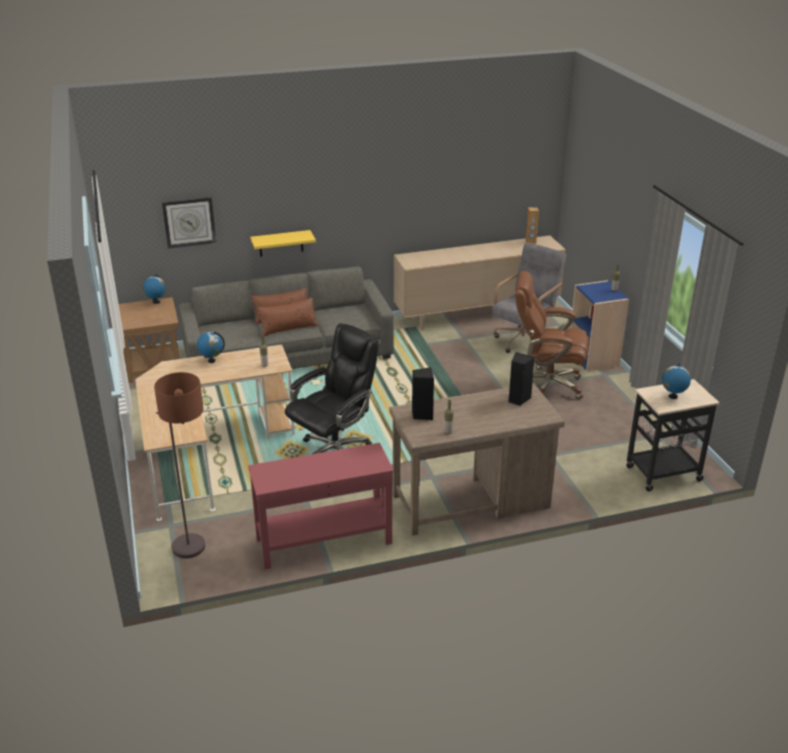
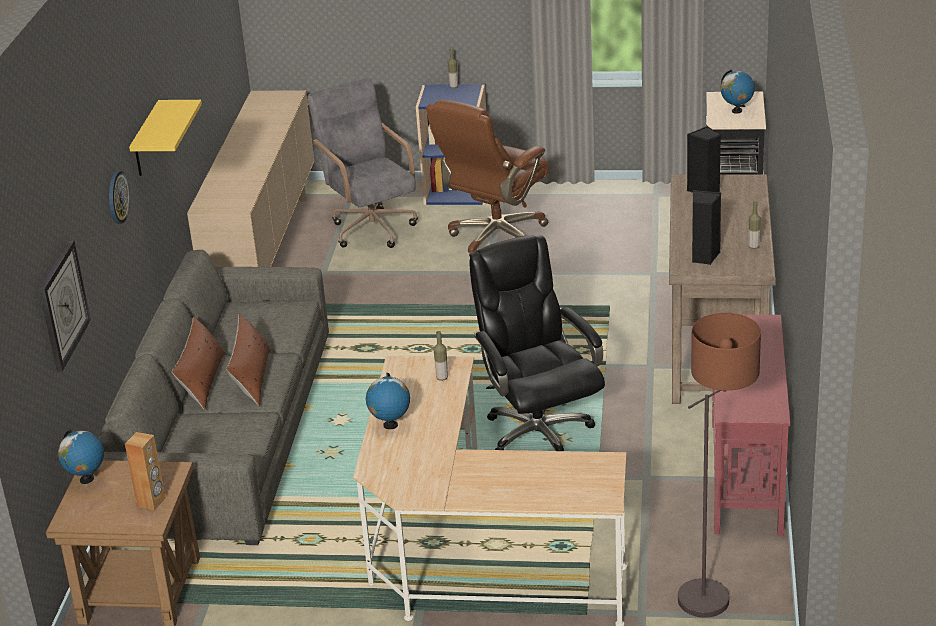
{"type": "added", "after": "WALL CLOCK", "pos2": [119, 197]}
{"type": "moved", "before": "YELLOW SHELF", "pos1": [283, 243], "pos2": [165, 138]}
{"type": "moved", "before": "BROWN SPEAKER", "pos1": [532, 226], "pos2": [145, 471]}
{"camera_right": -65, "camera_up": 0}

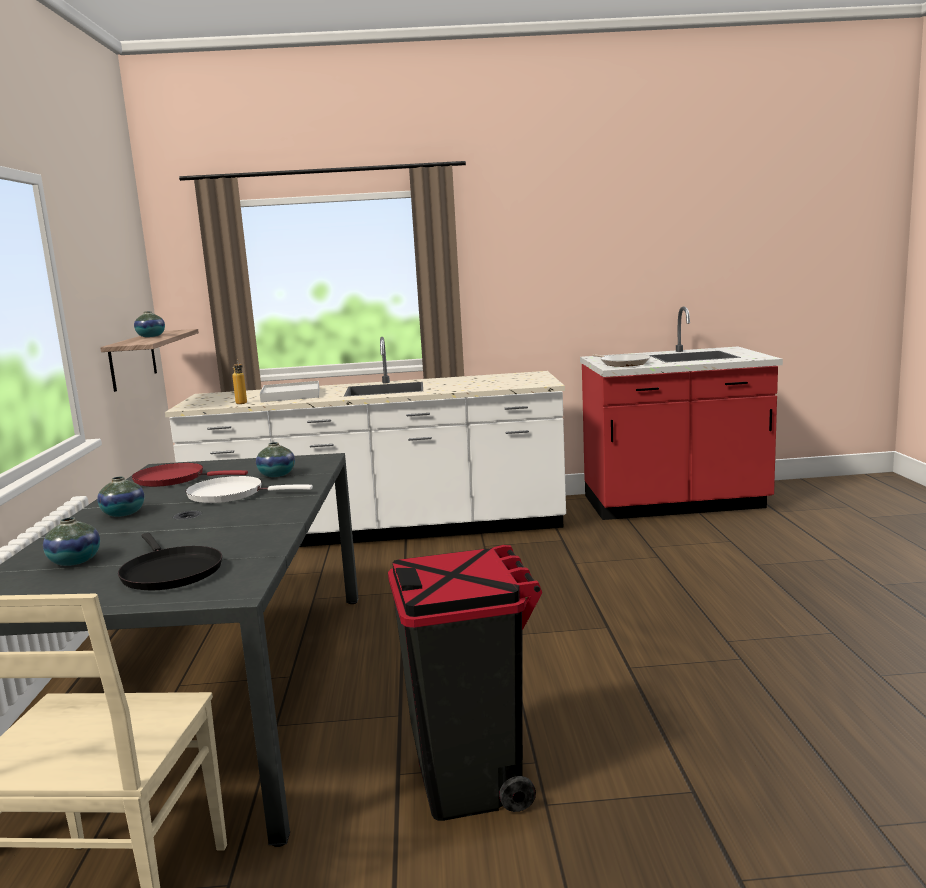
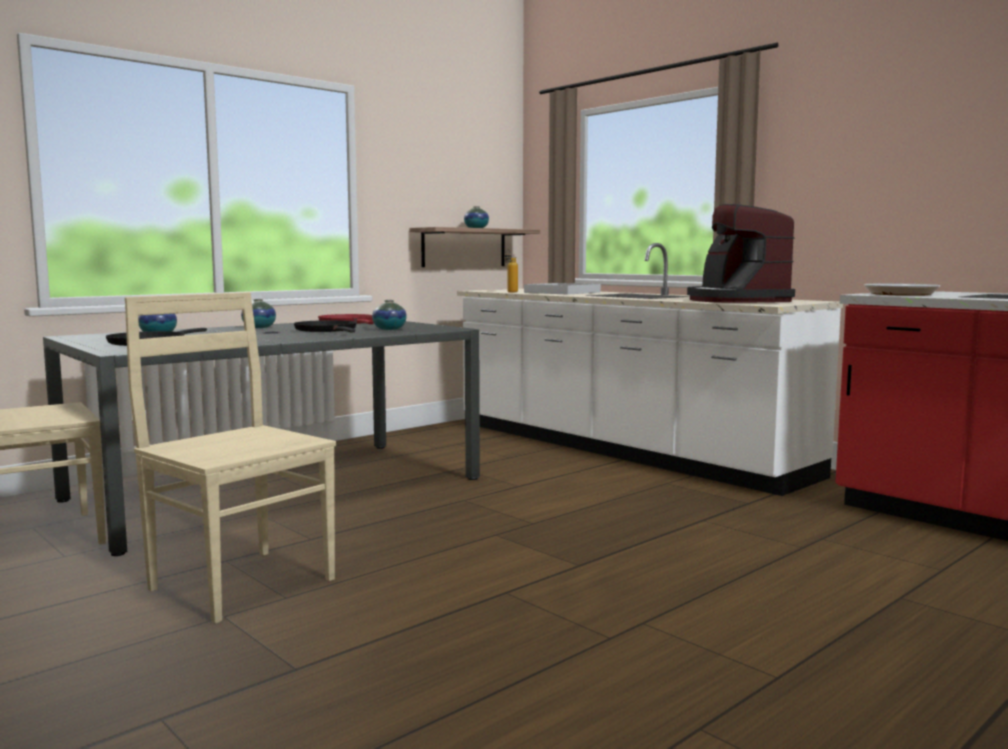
{"type": "added", "after": "COFFEE MACHINE", "pos2": [741, 253]}
{"type": "replaced", "before": "BLACK TRASH CAN", "after": "BEIGE CHAIR", "pos1": [465, 683], "pos2": [230, 458]}
{"type": "recoloured", "before": "WHITE FRYING PAN", "after": "BLACK FRYING PAN", "pos1": [249, 489], "pos2": [325, 326]}
{"camera_right": 50, "camera_up": -5}

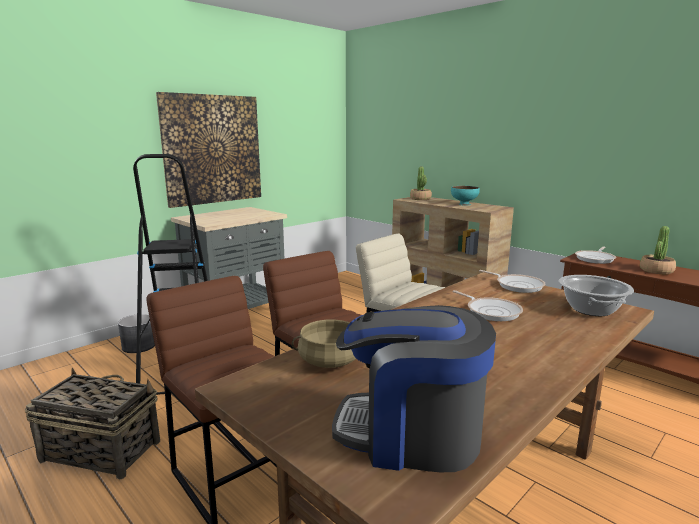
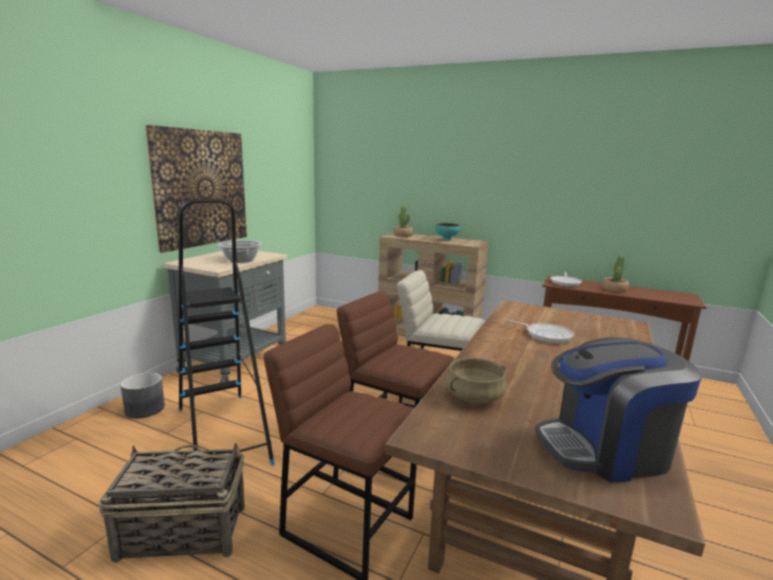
{"type": "removed", "before": "FRYING PAN", "pos1": [512, 281]}
{"type": "moved", "before": "COOKING POT", "pos1": [596, 295], "pos2": [240, 251]}
{"camera_right": -20, "camera_up": 0}

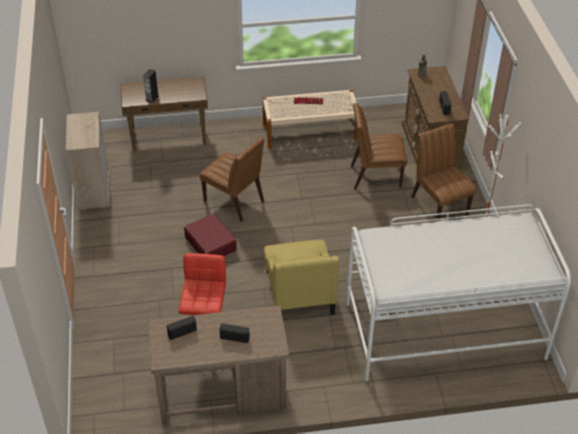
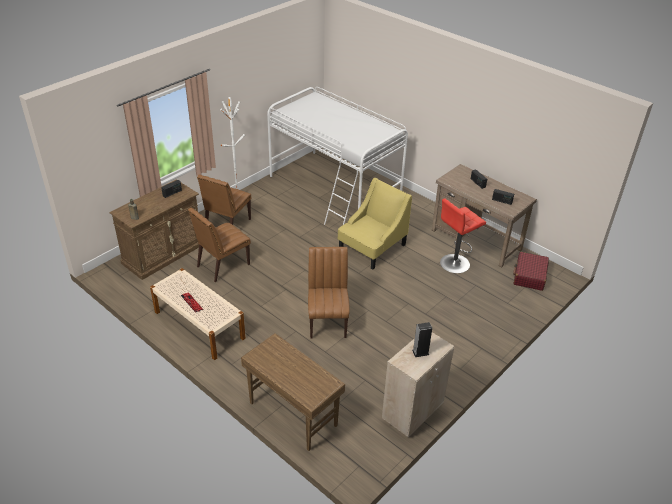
{"type": "moved", "before": "SPEAKER", "pos1": [151, 86], "pos2": [422, 339]}
{"type": "moved", "before": "RED SUITCASE", "pos1": [210, 235], "pos2": [531, 271]}
{"type": "turned", "before": "BROWN CHAIR", "pos1": [379, 146], "pos2": [219, 245], "turn": 90}
{"camera_right": -130, "camera_up": -5}

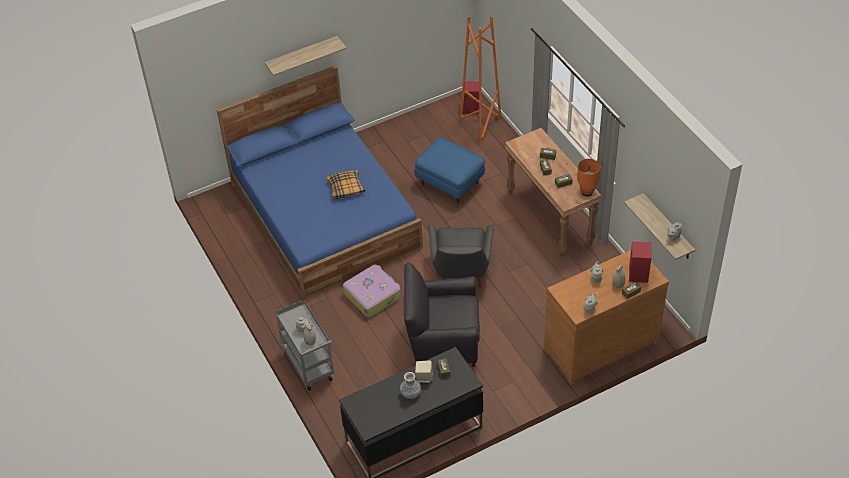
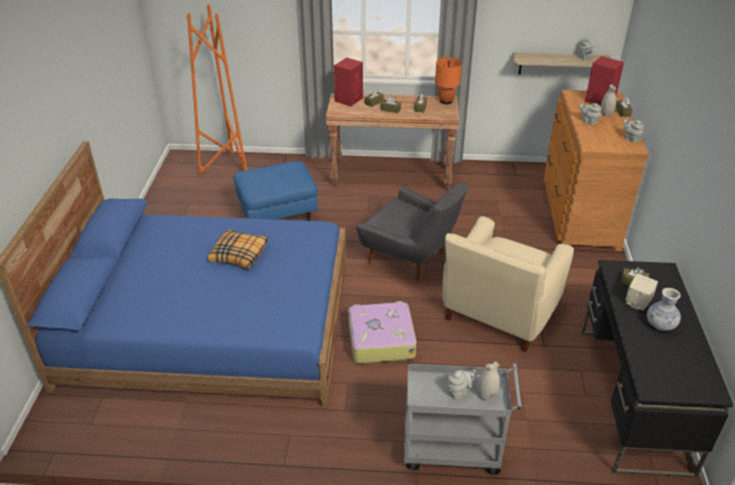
{"type": "removed", "before": "SHELF", "pos1": [306, 56]}
{"type": "moved", "before": "RED SPEAKER", "pos1": [471, 97], "pos2": [348, 82]}
{"type": "recoloured", "before": "BLACK ARMCHAIR", "after": "BEIGE ARMCHAIR", "pos1": [442, 315], "pos2": [508, 284]}
{"camera_right": -60, "camera_up": -10}

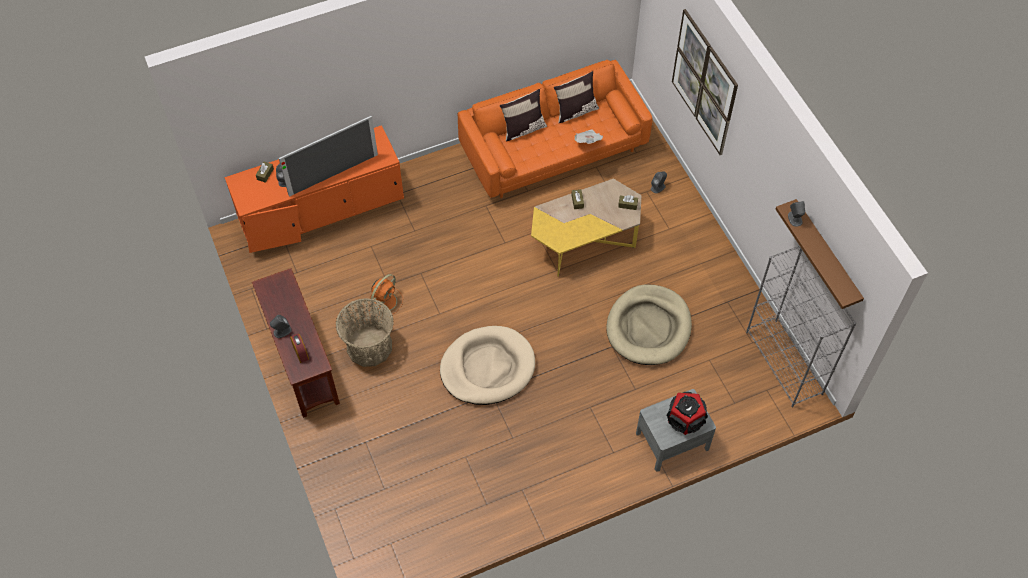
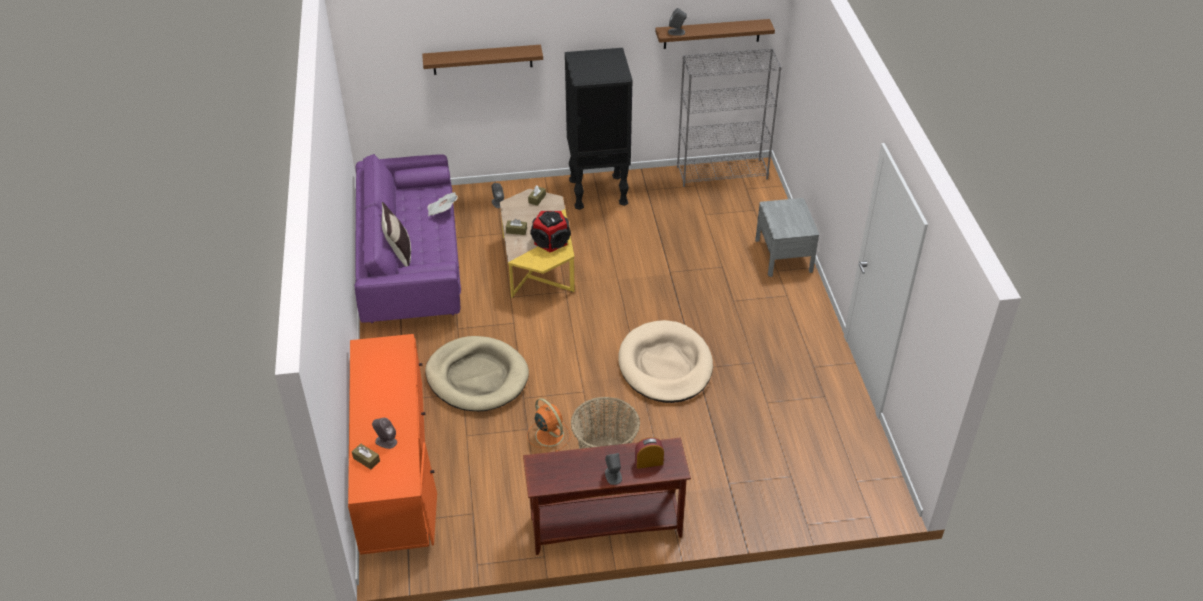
{"type": "removed", "before": "TELEVISION", "pos1": [328, 156]}
{"type": "removed", "before": "PILLOW", "pos1": [576, 97]}
{"type": "added", "after": "BLACK CABINET", "pos2": [598, 129]}
{"type": "moved", "before": "BEIGE DOG BED", "pos1": [649, 324], "pos2": [477, 373]}
{"type": "moved", "before": "SPEAKER", "pos1": [687, 413], "pos2": [550, 231]}
{"type": "replaced", "before": "PICTURE", "after": "BROWN SHELF", "pos1": [705, 82], "pos2": [482, 60]}
{"type": "recoloured", "before": "ORANGE SOFA", "after": "PURPLE SOFA", "pos1": [555, 129], "pos2": [408, 238]}
{"camera_right": -75, "camera_up": -15}

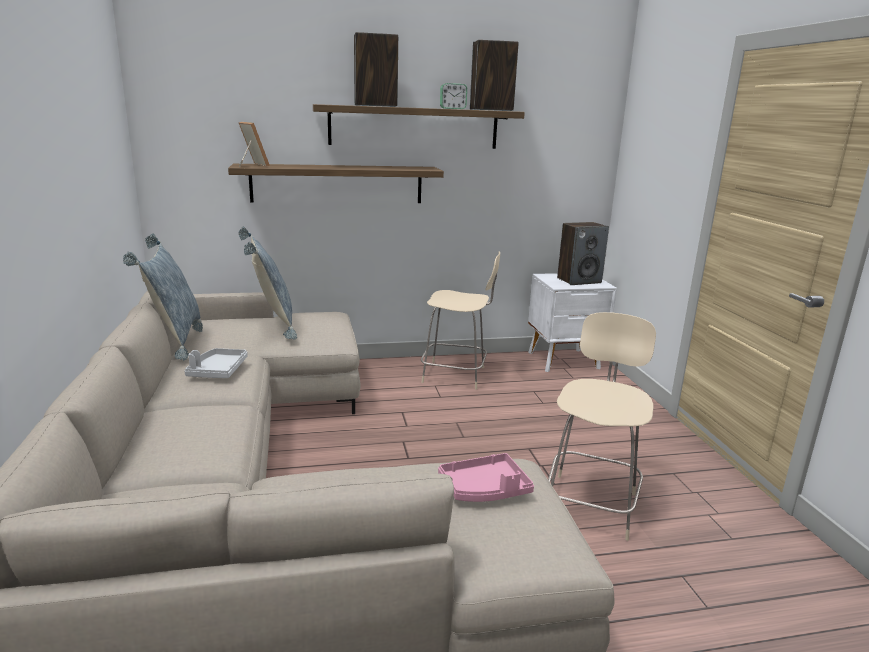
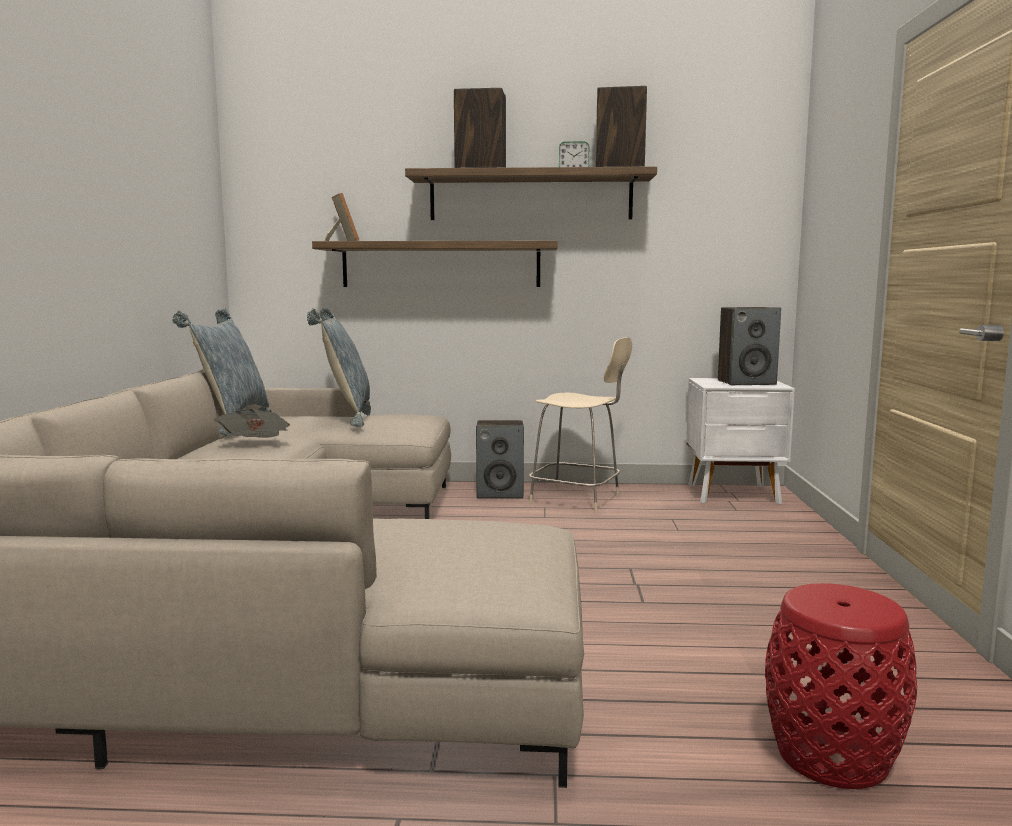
{"type": "removed", "before": "PINK TRAY", "pos1": [486, 477]}
{"type": "removed", "before": "BEIGE STOOL", "pos1": [602, 426]}
{"type": "added", "after": "SPEAKER", "pos2": [500, 459]}
{"type": "added", "after": "RED STOOL", "pos2": [841, 686]}
{"type": "replaced", "before": "GREY TRAY", "after": "NEWSPAPER", "pos1": [216, 363], "pos2": [252, 423]}
{"camera_right": 15, "camera_up": -10}

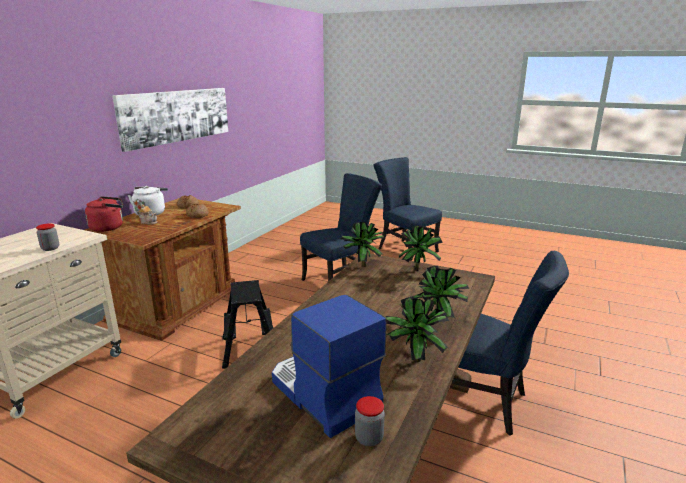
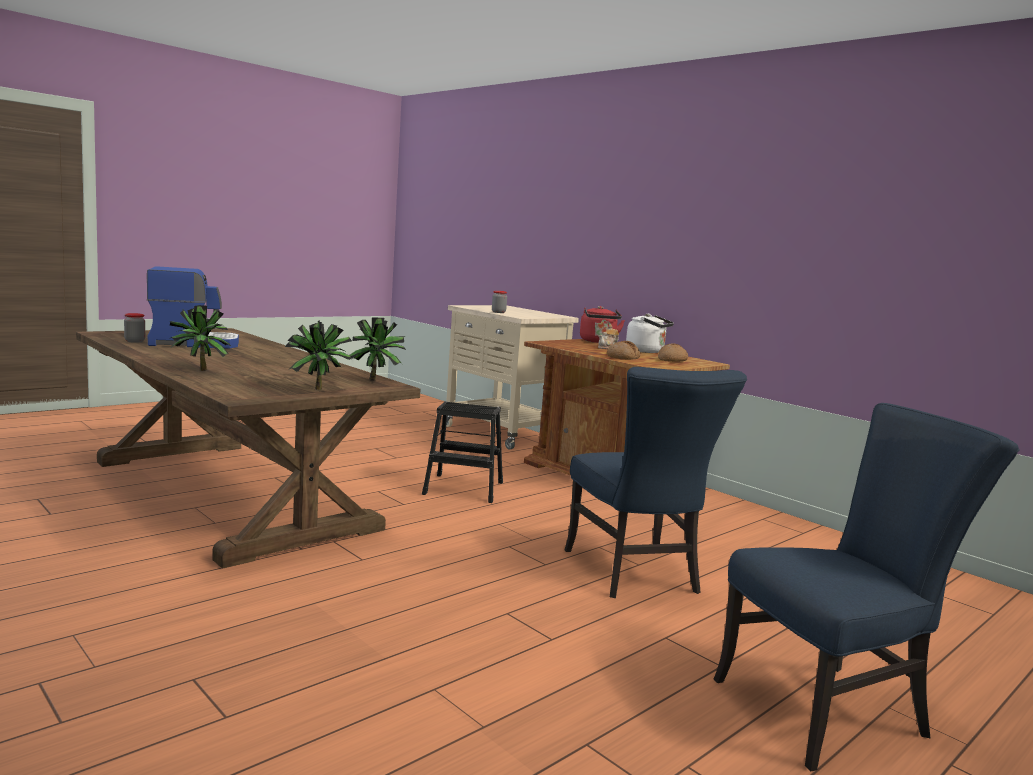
{"type": "removed", "before": "PICTURE", "pos1": [170, 120]}
{"type": "removed", "before": "POTTED PLANT", "pos1": [417, 329]}
{"type": "removed", "before": "BLUE CHAIR", "pos1": [510, 343]}
{"camera_right": 110, "camera_up": -10}

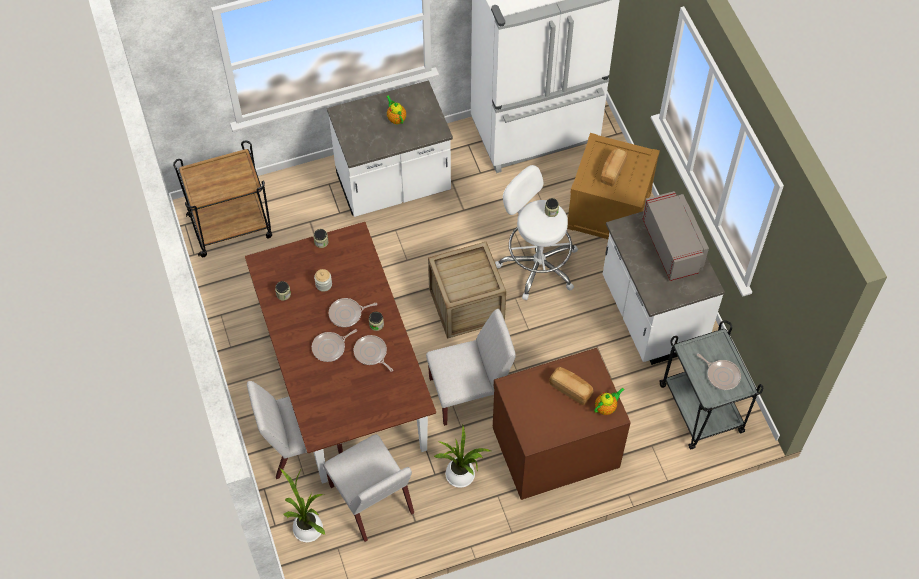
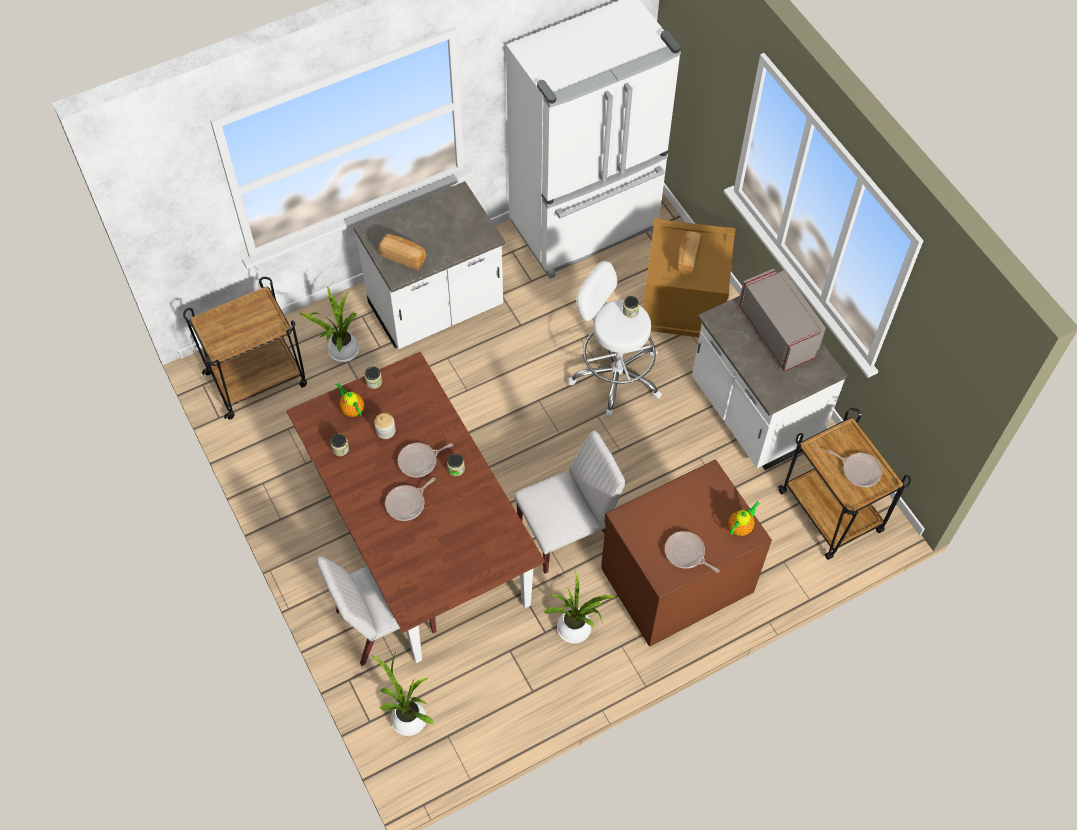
{"type": "removed", "before": "WHITE CHAIR", "pos1": [368, 488]}
{"type": "removed", "before": "CRATE", "pos1": [467, 290]}
{"type": "added", "after": "POTTED PLANT", "pos2": [329, 324]}
{"type": "moved", "before": "FRYING PAN", "pos1": [373, 353], "pos2": [692, 552]}
{"type": "moved", "before": "TEAPOT", "pos1": [396, 109], "pos2": [350, 400]}
{"type": "moved", "before": "BREAD", "pos1": [571, 386], "pos2": [402, 252]}
{"type": "recoloured", "before": "GREY CART", "after": "BROWN CART", "pos1": [711, 384], "pos2": [844, 484]}
{"camera_right": -10, "camera_up": 0}

